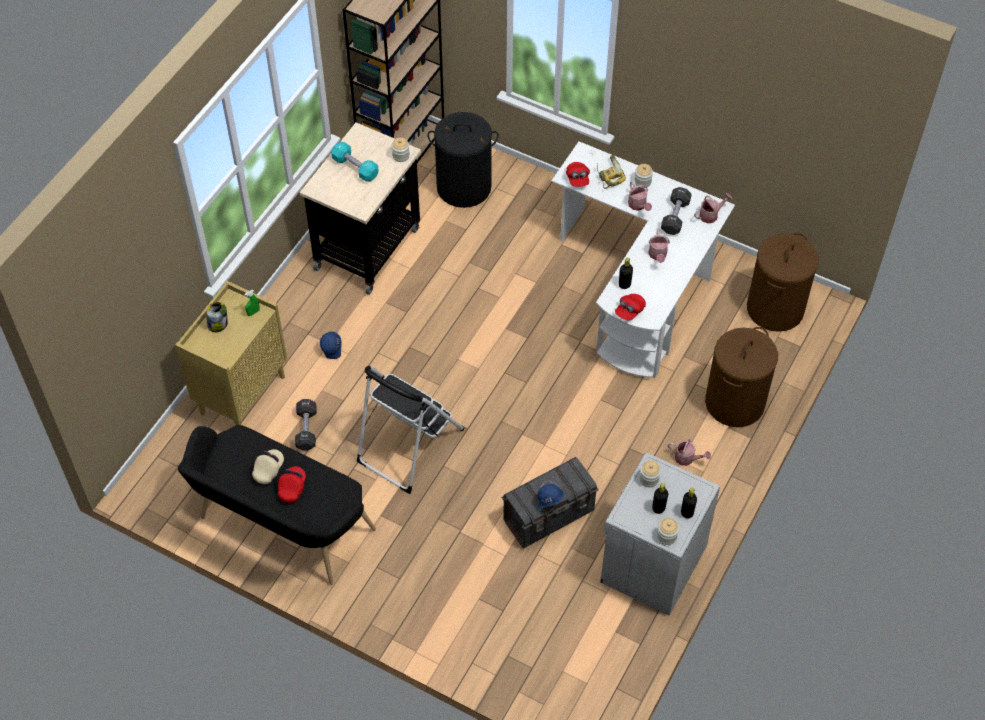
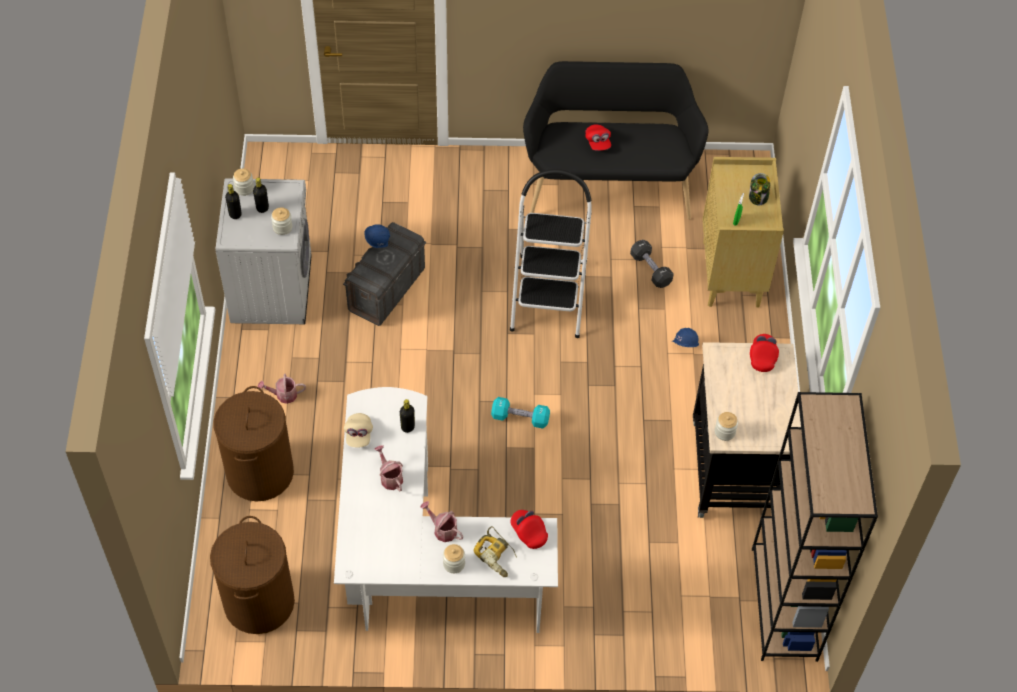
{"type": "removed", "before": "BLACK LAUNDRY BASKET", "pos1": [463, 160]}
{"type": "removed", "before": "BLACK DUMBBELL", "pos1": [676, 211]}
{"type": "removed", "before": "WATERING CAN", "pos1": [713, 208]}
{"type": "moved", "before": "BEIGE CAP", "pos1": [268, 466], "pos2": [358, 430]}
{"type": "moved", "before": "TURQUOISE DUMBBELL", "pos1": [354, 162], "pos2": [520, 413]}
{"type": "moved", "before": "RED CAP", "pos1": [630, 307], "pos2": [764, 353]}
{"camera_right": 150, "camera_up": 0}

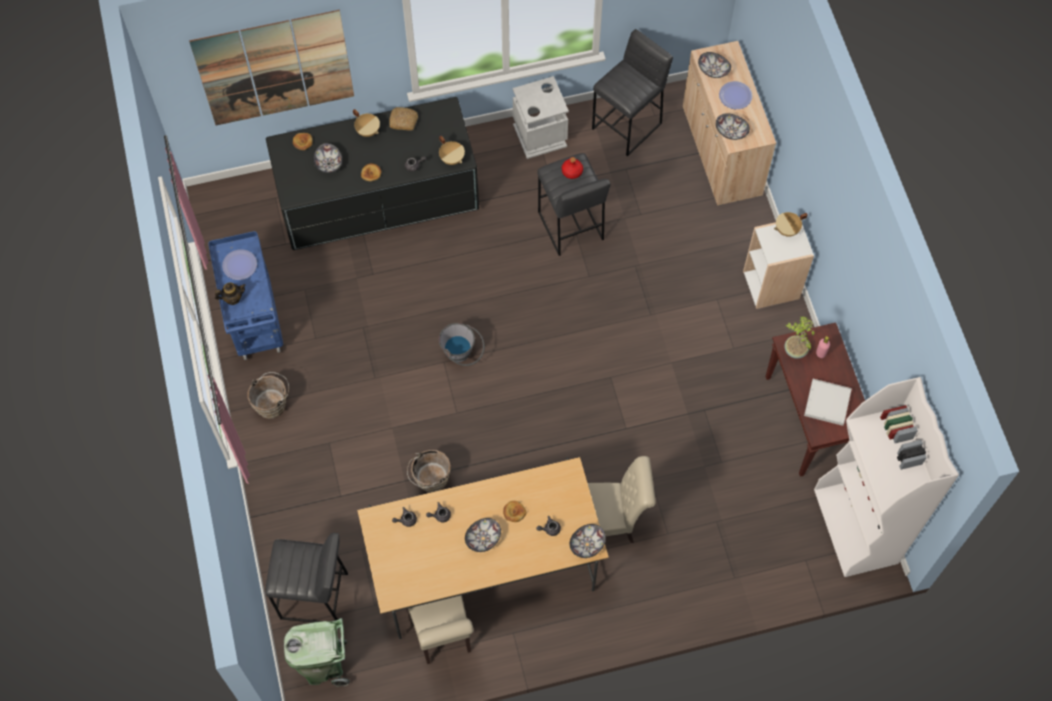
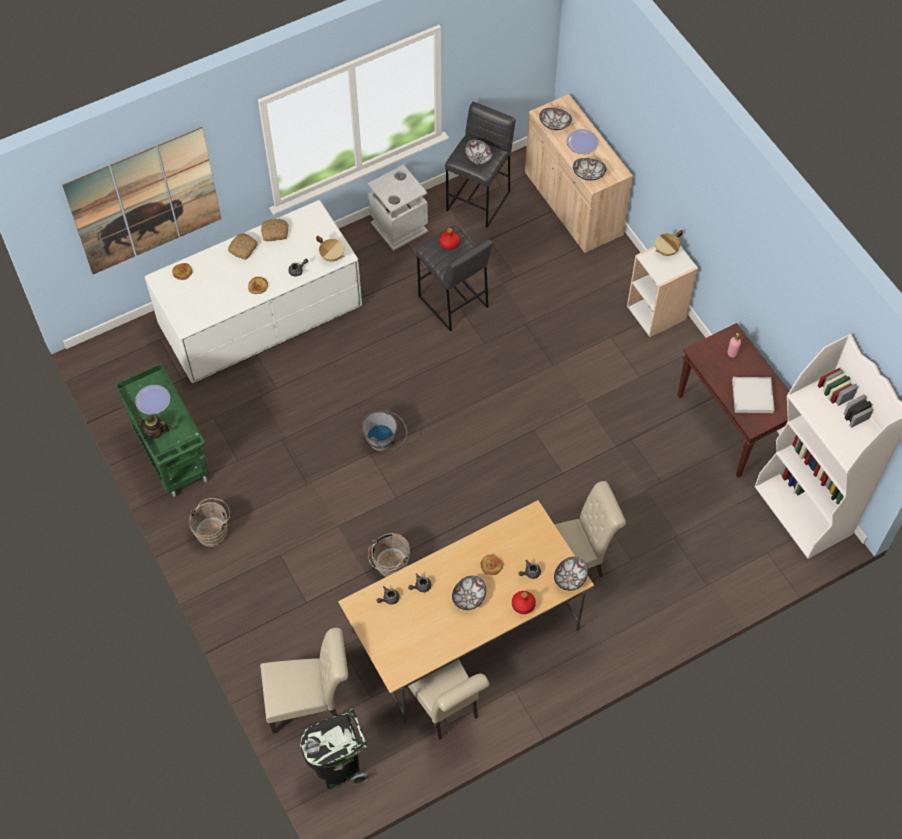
{"type": "removed", "before": "POTTED PLANT", "pos1": [799, 337]}
{"type": "added", "after": "RED BOTTLE", "pos2": [524, 602]}
{"type": "moved", "before": "BOWL", "pos1": [327, 158], "pos2": [478, 152]}
{"type": "replaced", "before": "GREY STOOL", "after": "BEIGE CHAIR", "pos1": [306, 578], "pos2": [304, 681]}
{"type": "replaced", "before": "BEIGE COOKING POT", "after": "BREAD", "pos1": [366, 123], "pos2": [243, 246]}
{"type": "recoloured", "before": "BLUE CART", "after": "GREEN CART", "pos1": [246, 295], "pos2": [163, 430]}
{"type": "recoloured", "before": "BLACK DRESSER", "after": "WHITE DRESSER", "pos1": [372, 173], "pos2": [253, 291]}
{"type": "recoloured", "before": "GREEN TRASH CAN", "after": "BLACK TRASH CAN", "pos1": [317, 652], "pos2": [334, 749]}
{"type": "turned", "before": "TEAPOT", "pos1": [230, 293], "pos2": [153, 427], "turn": -135}
{"camera_right": -15, "camera_up": -5}

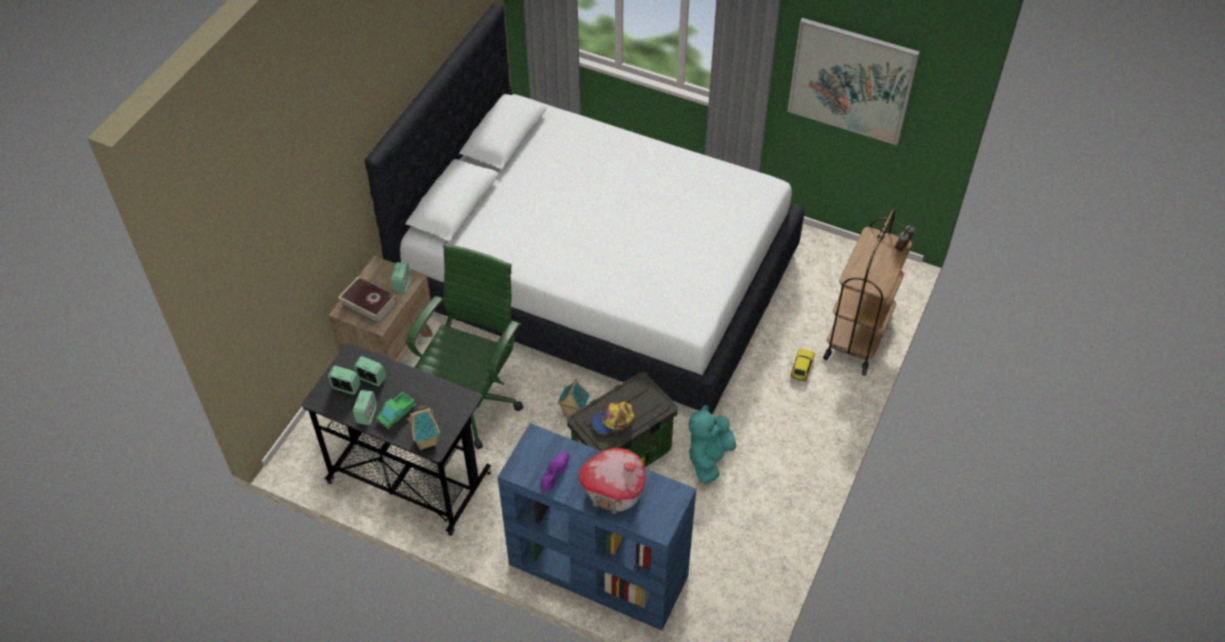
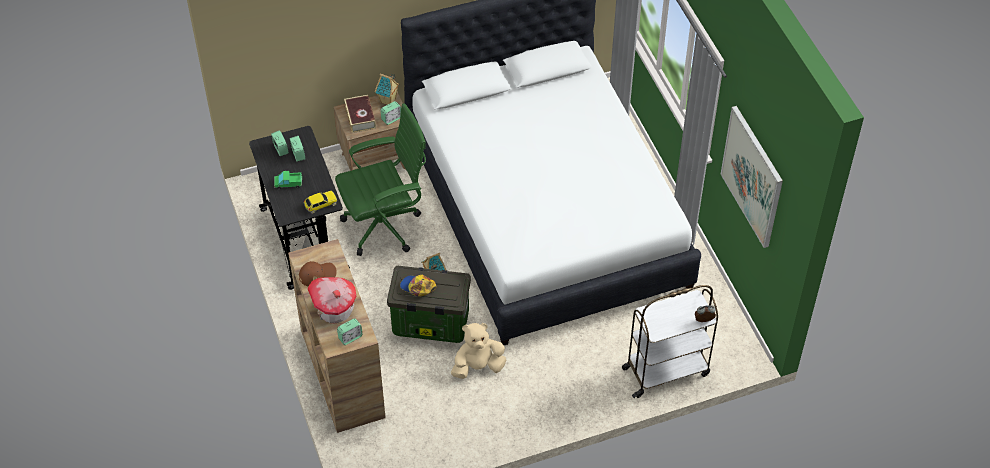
{"type": "moved", "before": "ALARM CLOCK", "pos1": [365, 407], "pos2": [350, 331]}
{"type": "moved", "before": "TOY HOUSE", "pos1": [423, 426], "pos2": [387, 89]}
{"type": "moved", "before": "TOY CAR", "pos1": [802, 365], "pos2": [320, 202]}
{"type": "replaced", "before": "PURPLE SHOE", "after": "BROWN CAP", "pos1": [554, 472], "pos2": [318, 273]}
{"type": "recoloured", "before": "BLUE BOOKCASE", "after": "BROWN BOOKCASE", "pos1": [597, 526], "pos2": [337, 336]}
{"type": "recoloured", "before": "TURQUOISE PLUSH TOY", "after": "BEIGE PLUSH TOY", "pos1": [712, 444], "pos2": [478, 351]}
{"type": "recoloured", "before": "BROWN CART", "after": "WHITE CART", "pos1": [867, 292], "pos2": [670, 341]}
{"camera_right": 45, "camera_up": 0}

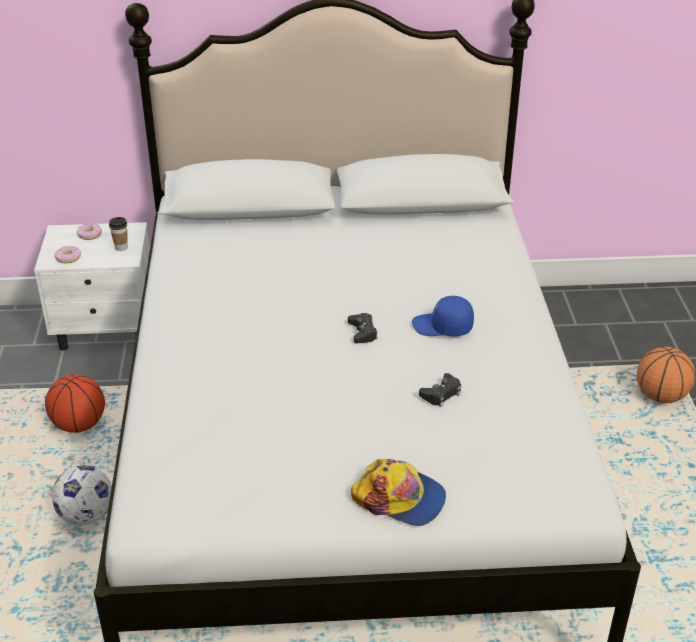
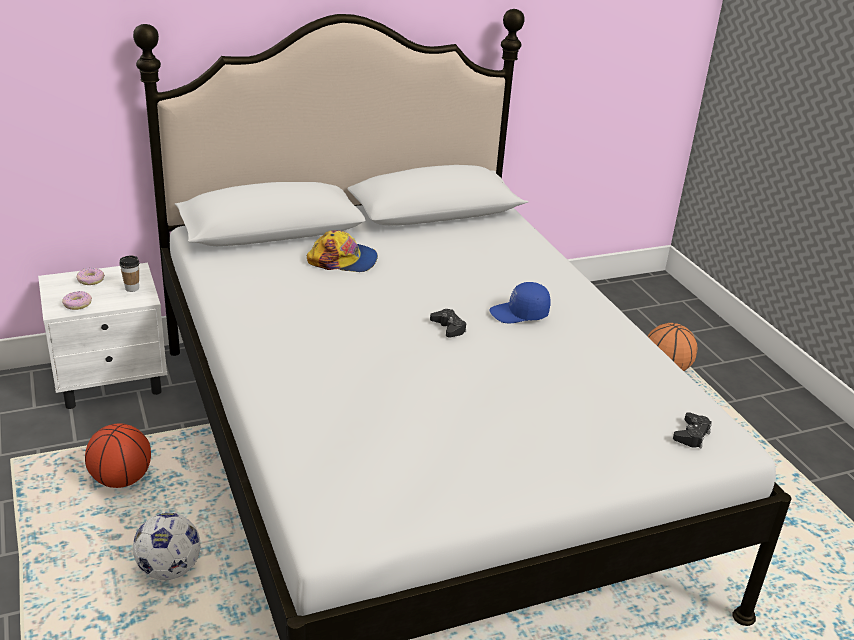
{"type": "moved", "before": "CAP", "pos1": [398, 492], "pos2": [342, 251]}
{"type": "moved", "before": "BLACK GAME CONTROLLER", "pos1": [440, 390], "pos2": [692, 430]}
{"camera_right": -20, "camera_up": -5}

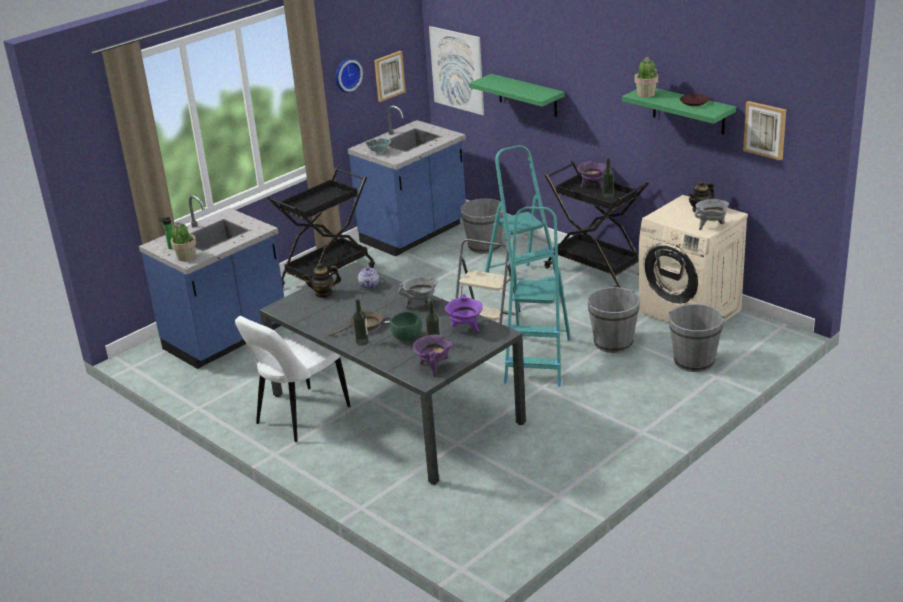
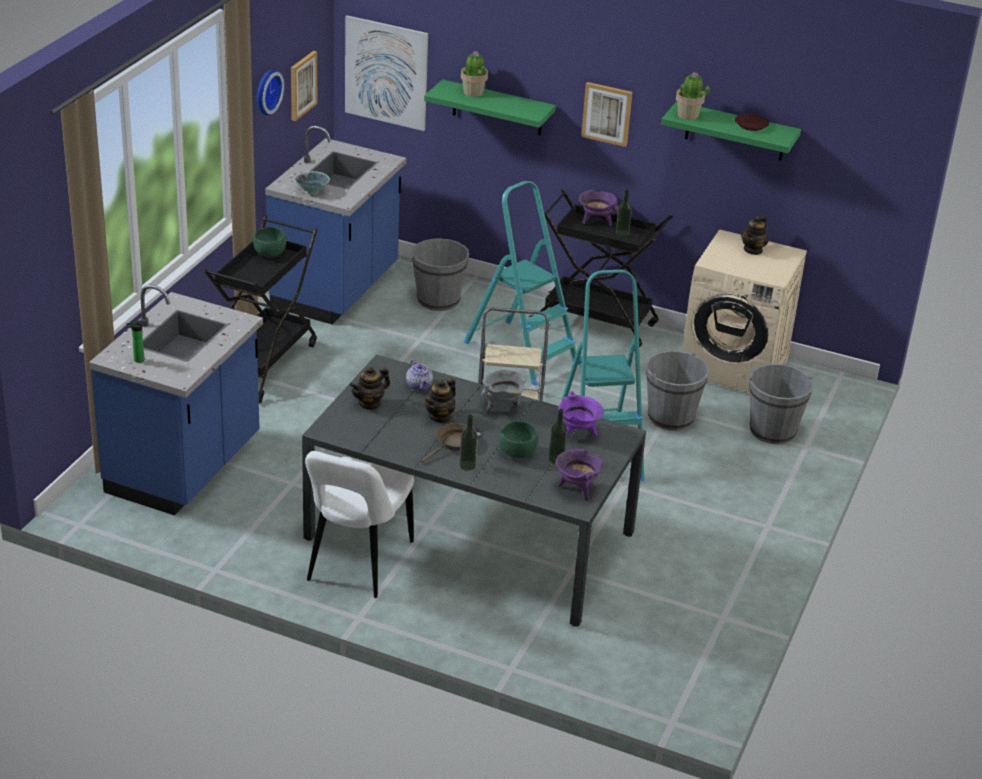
{"type": "removed", "before": "GREY COOKING POT", "pos1": [712, 214]}
{"type": "added", "after": "GREEN BOWL", "pos2": [270, 242]}
{"type": "added", "after": "TEAPOT", "pos2": [440, 400]}
{"type": "moved", "before": "POTTED PLANT", "pos1": [183, 241], "pos2": [474, 74]}
{"type": "moved", "before": "PICTURE", "pos1": [764, 130], "pos2": [607, 114]}
{"camera_right": -25, "camera_up": 5}

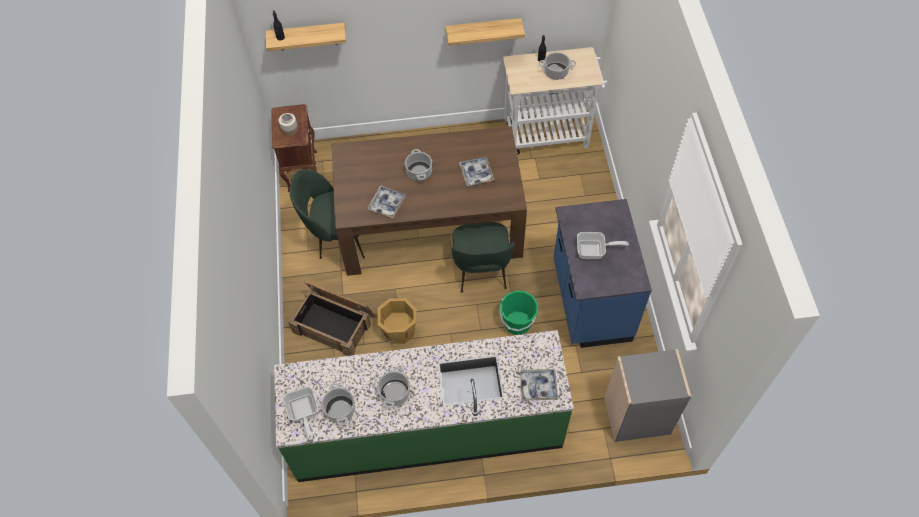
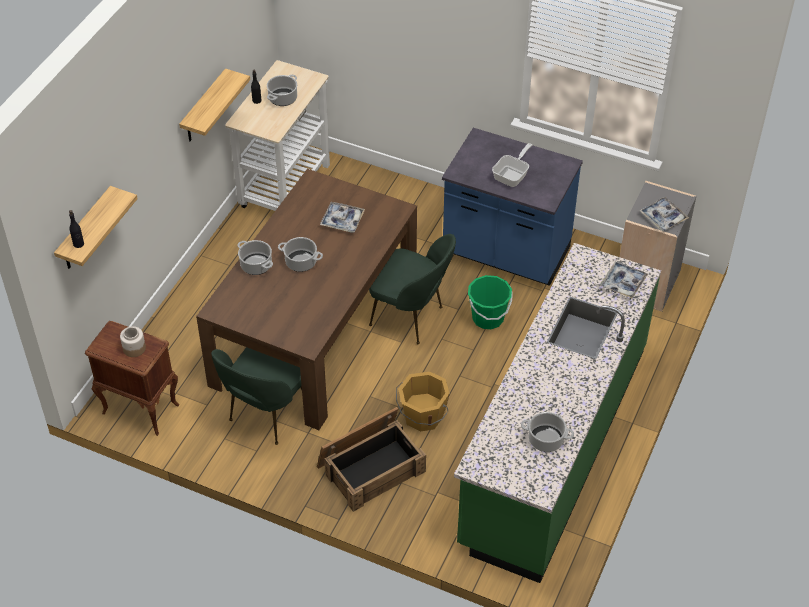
{"type": "removed", "before": "FRYING PAN", "pos1": [300, 413]}
{"type": "moved", "before": "TRAY", "pos1": [387, 202], "pos2": [664, 214]}
{"type": "moved", "before": "COOKING POT", "pos1": [393, 387], "pos2": [255, 257]}
{"camera_right": -60, "camera_up": -10}

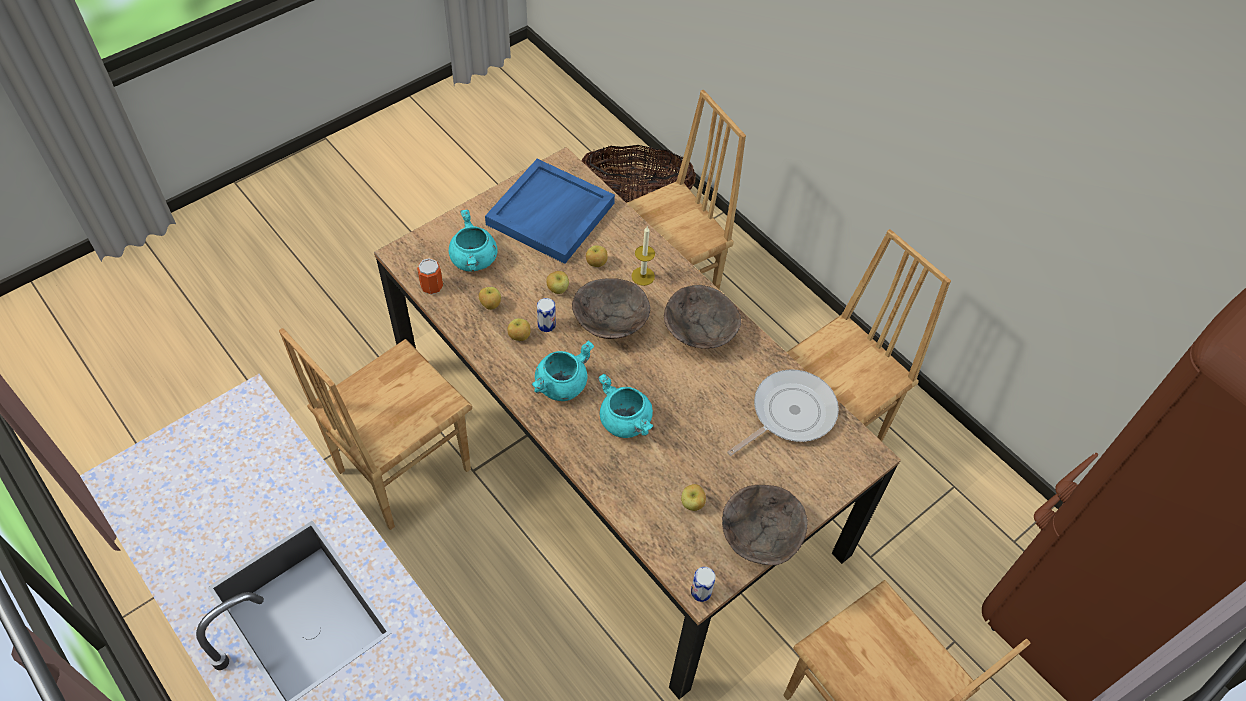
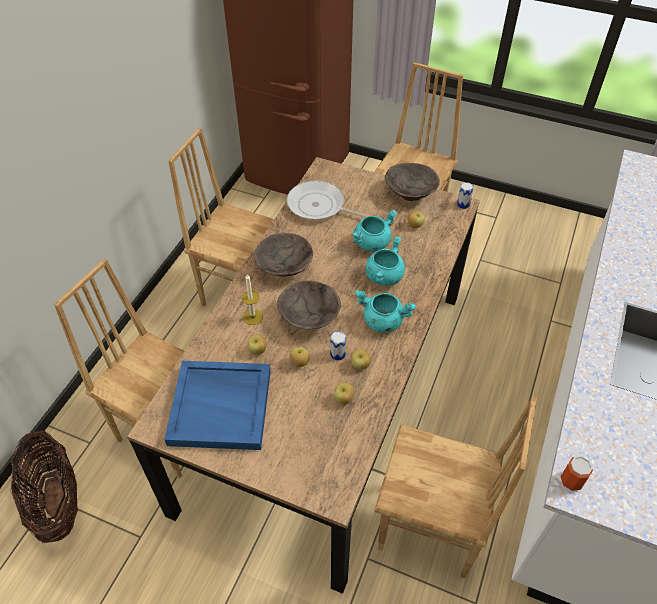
{"type": "moved", "before": "CAN", "pos1": [430, 276], "pos2": [576, 473]}
{"type": "moved", "before": "TURQUOISE COOKING POT", "pos1": [473, 241], "pos2": [374, 230]}
{"camera_right": -115, "camera_up": -5}

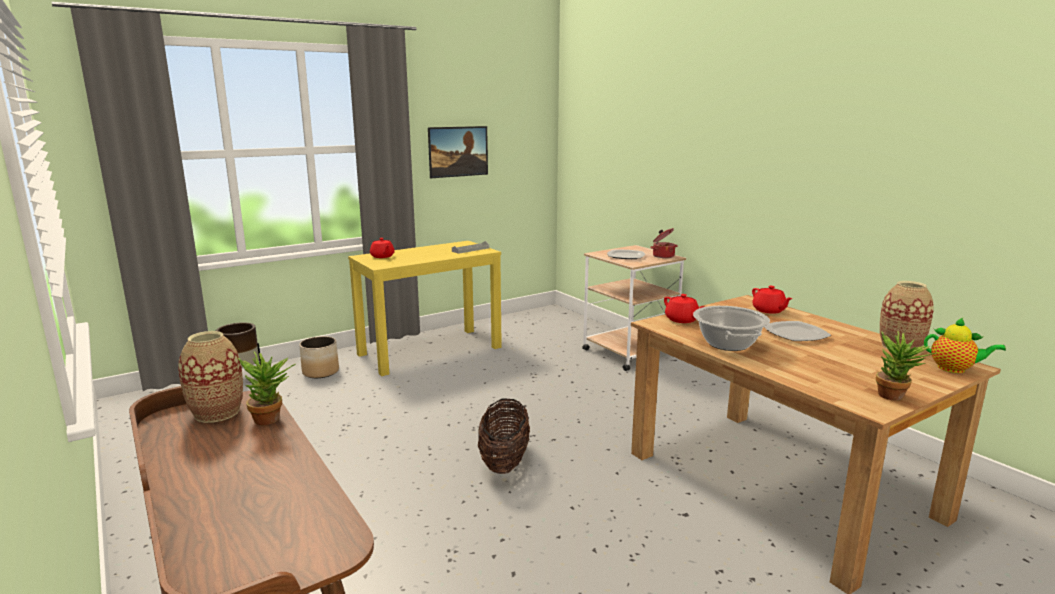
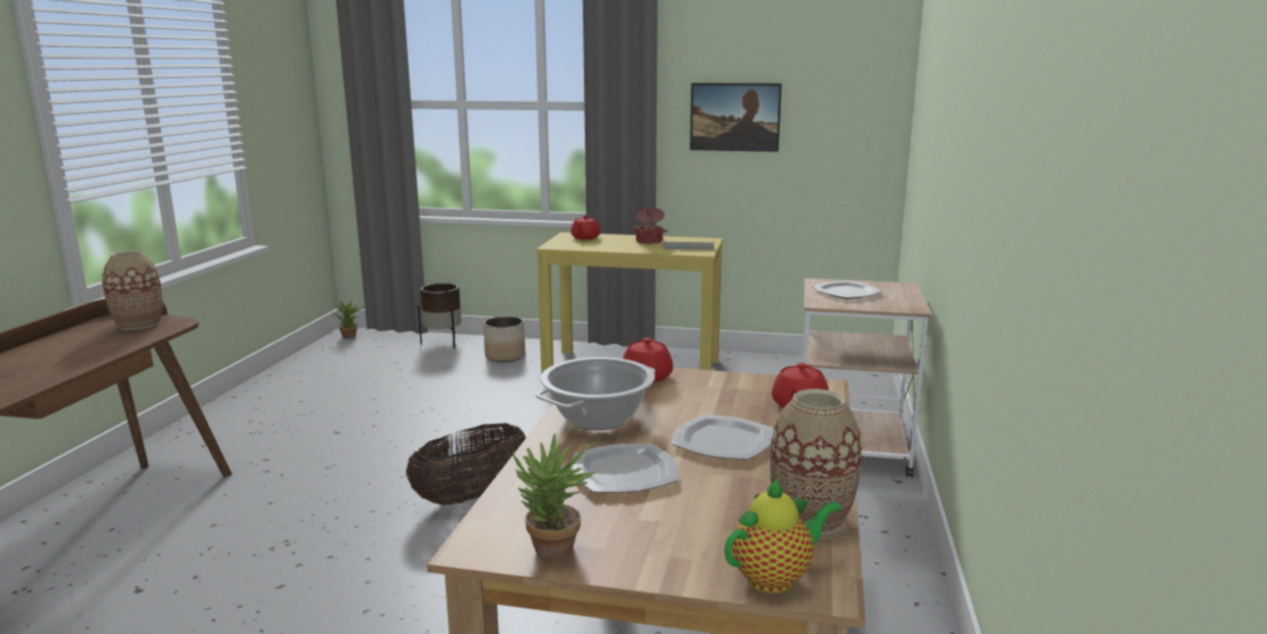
{"type": "added", "after": "PLATE", "pos2": [625, 468]}
{"type": "moved", "before": "POTTED PLANT", "pos1": [267, 388], "pos2": [348, 319]}
{"type": "moved", "before": "COOKING POT", "pos1": [664, 243], "pos2": [649, 226]}
{"type": "turned", "before": "TEAPOT", "pos1": [965, 345], "pos2": [783, 536], "turn": -105}
{"camera_right": 45, "camera_up": 0}

